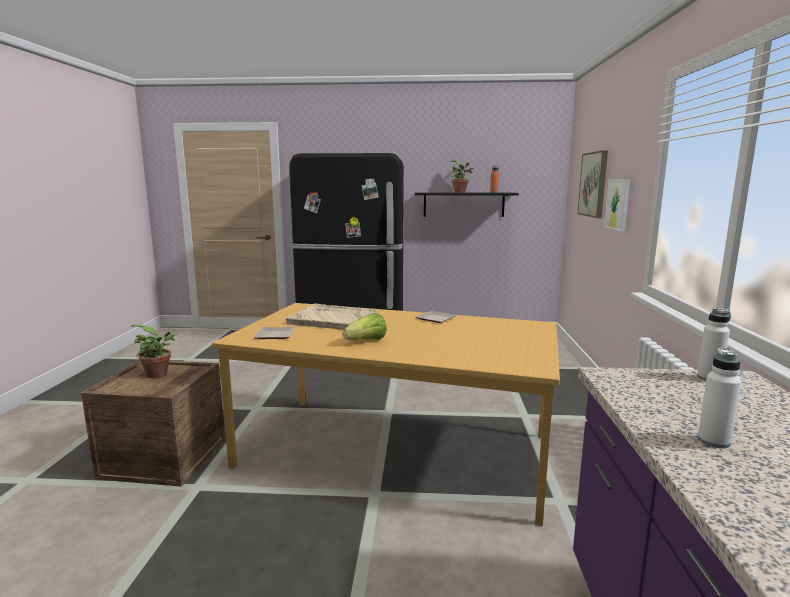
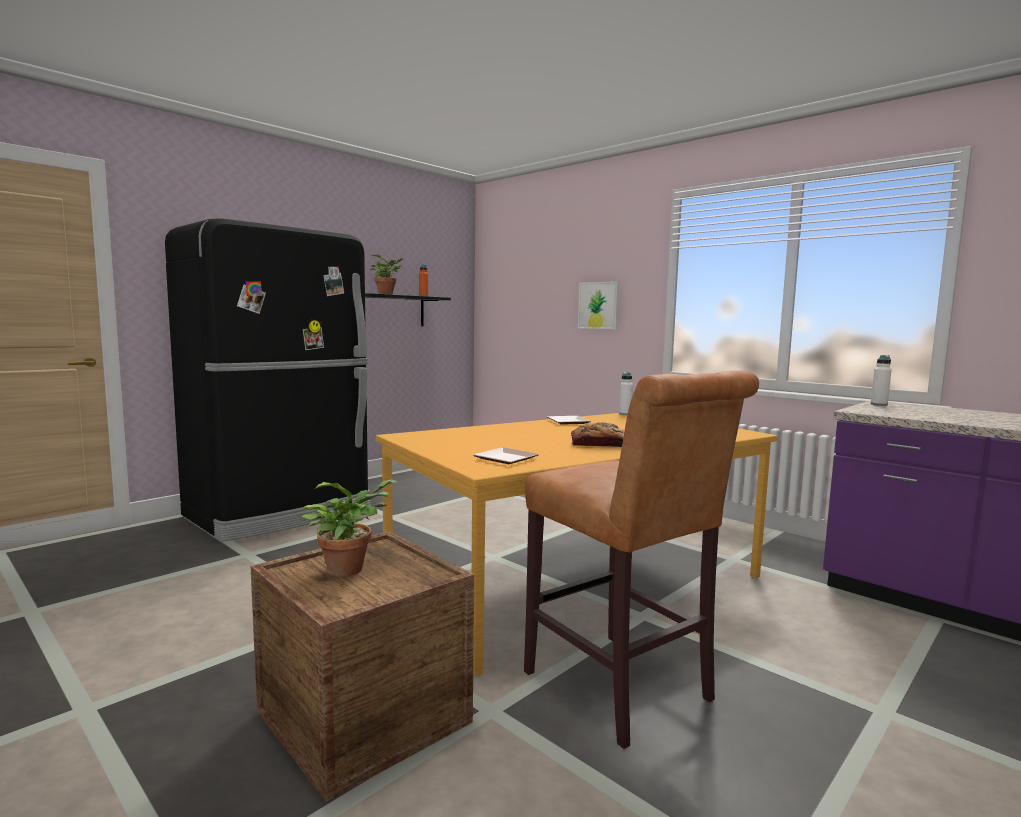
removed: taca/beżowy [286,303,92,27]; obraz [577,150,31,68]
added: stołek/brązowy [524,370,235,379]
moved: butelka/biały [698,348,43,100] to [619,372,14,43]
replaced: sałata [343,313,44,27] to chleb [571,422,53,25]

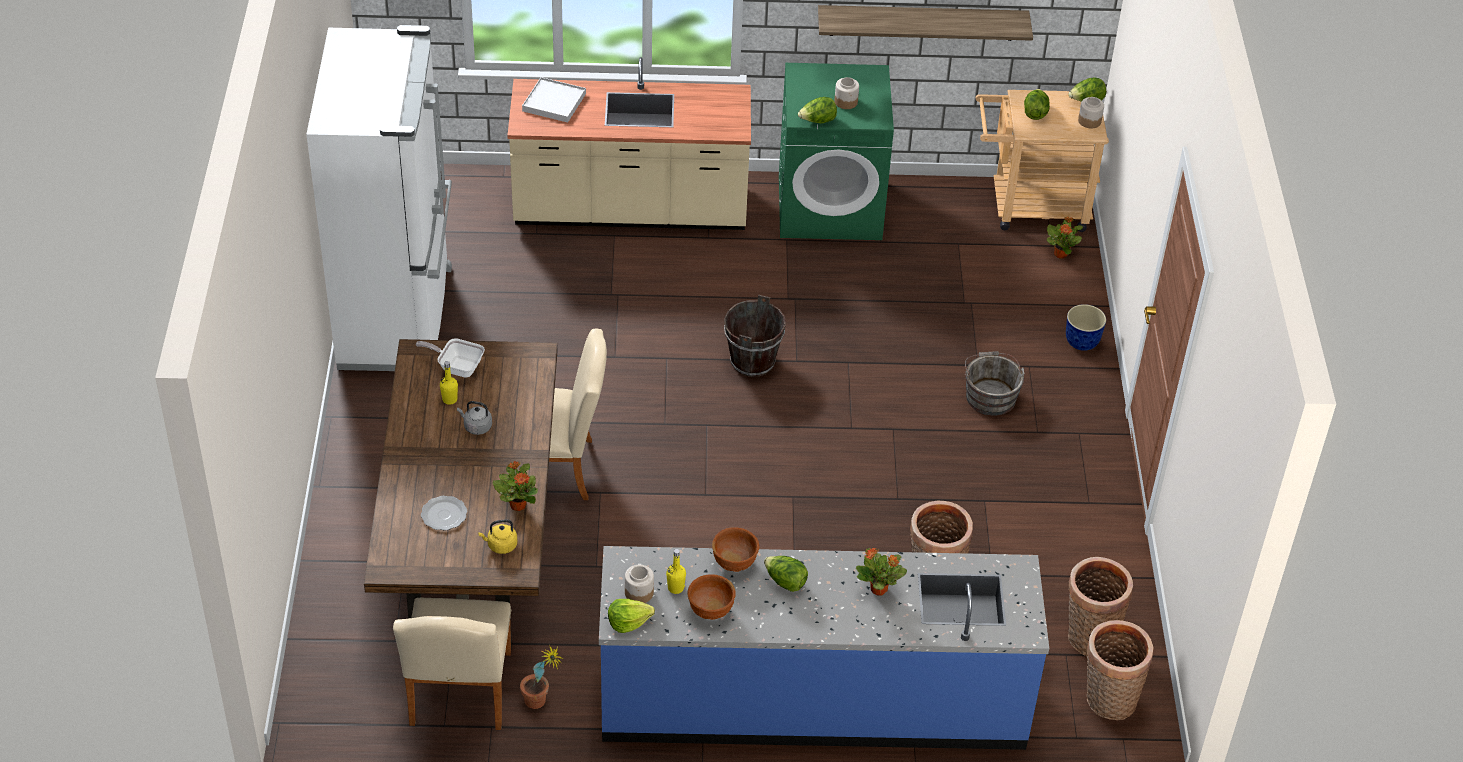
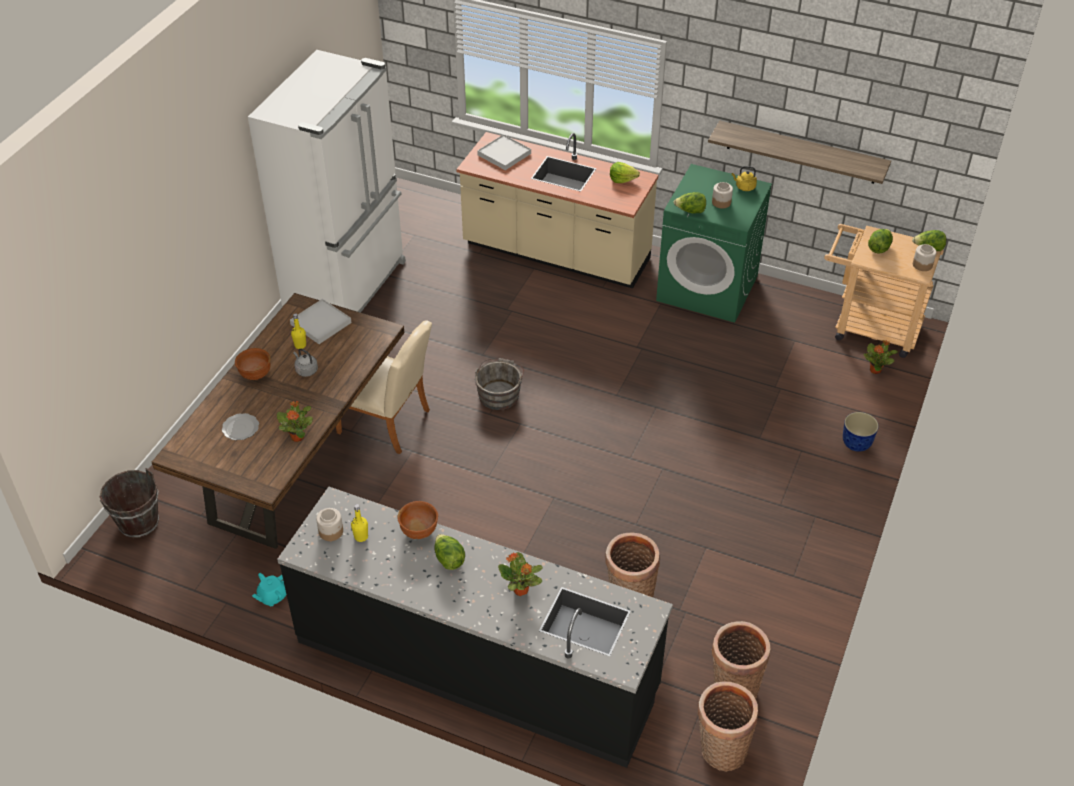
removed: krzesło/beżowy [393,598,118,132]
moved: czajnik/żółty [478,520,39,34] to [732,166,25,25]; sałata [608,599,47,34] to [610,162,30,21]; miska/brązowy [687,574,49,46] to [235,348,36,32]; wiadro/brązowy [724,295,62,82] to [100,468,59,70]; wiadro/szary [965,351,60,65] to [475,358,49,52]
replaced: patelnia [416,338,69,40] to taca/biały [290,299,62,45]; roślina doniczkowa [520,645,44,64] to imbryk/turkusowy [252,573,34,33]
recoloured: zabudowa kuchenna/niebieski [599,546,450,204] to zabudowa kuchenna/czarny [277,487,396,281]

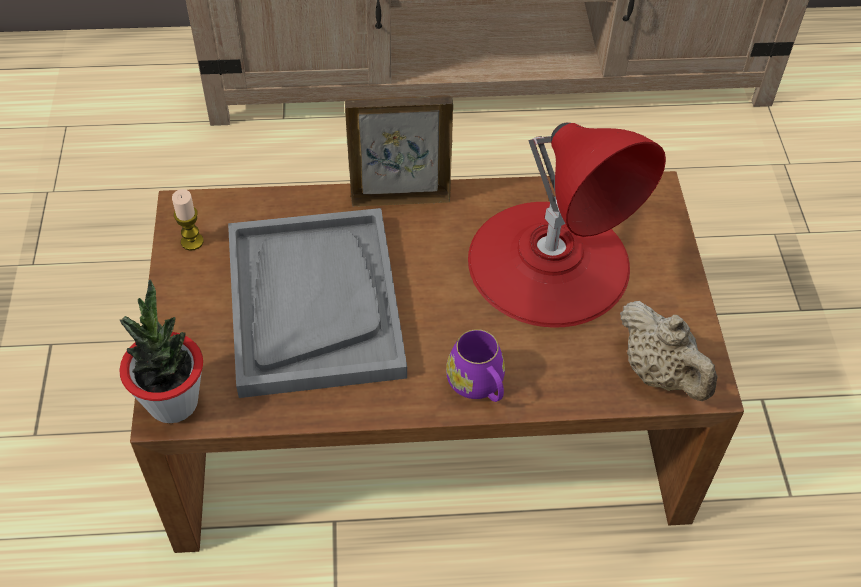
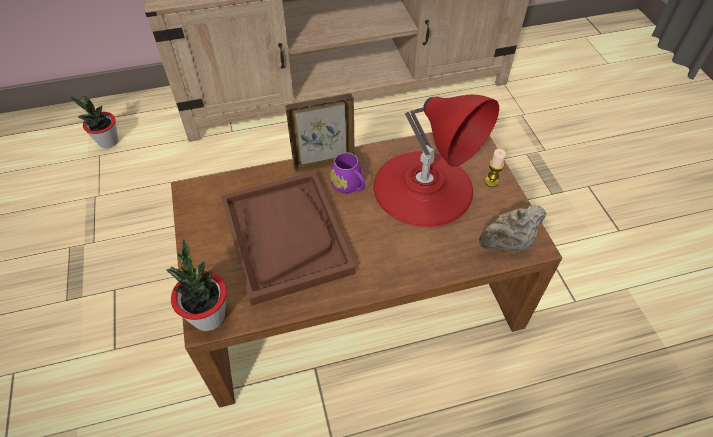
added: roślina doniczkowa [70,94,48,54]
moved: świeca [172,189,32,62] to [485,149,21,38]; kubek/fioletowy [446,329,59,73] to [330,153,35,40]
recoloured: taca/szary [228,208,179,190] to taca/brązowy [221,171,135,135]
turned: imbryk/beżowy [620,301,98,100] = [479,205,67,48] 105 degrees clockwise

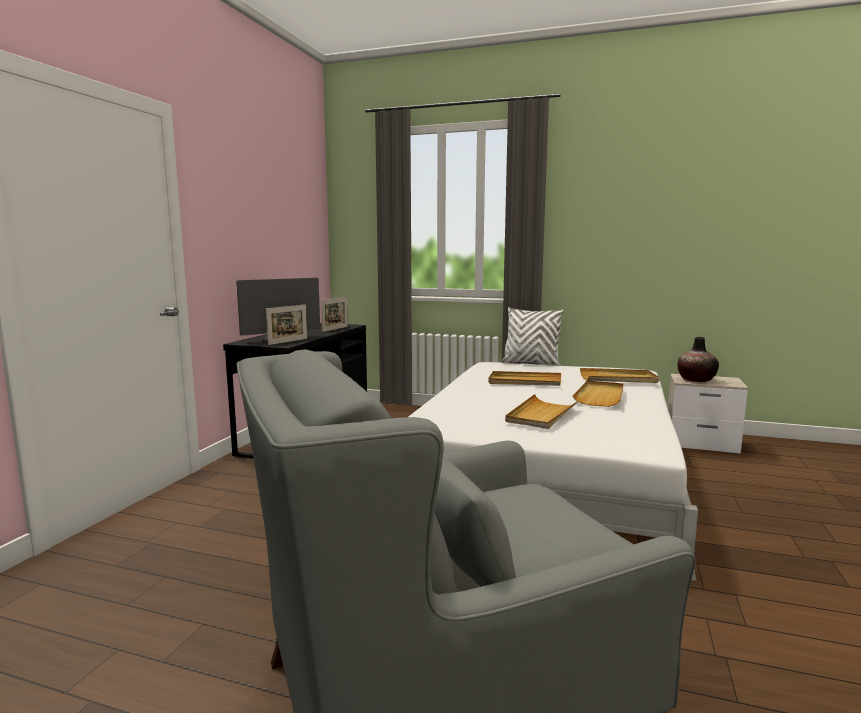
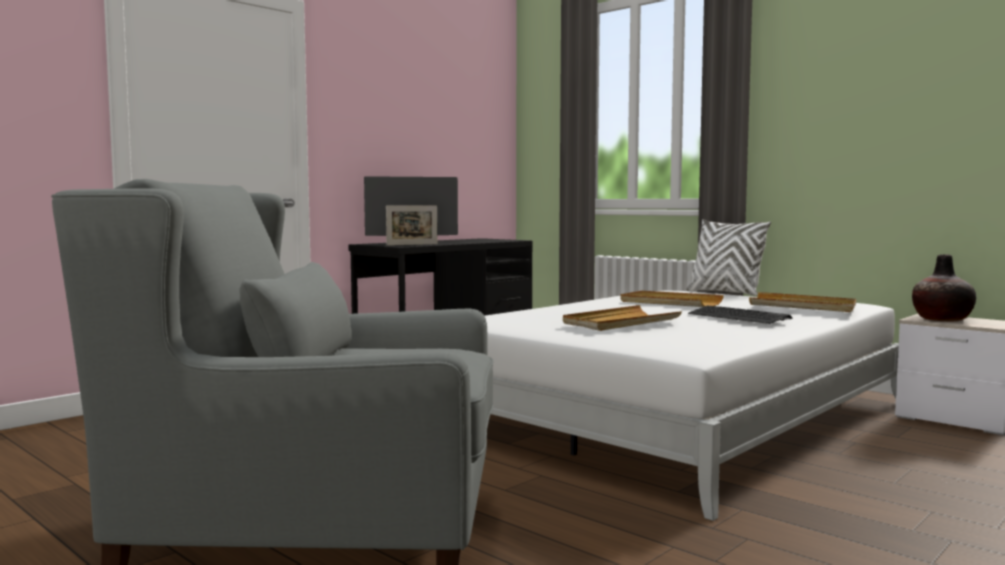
removed: ramka na zdjęcie [321,297,27,35]
replaced: taca/beżowy [573,380,50,27] to klawiatura [688,306,104,18]

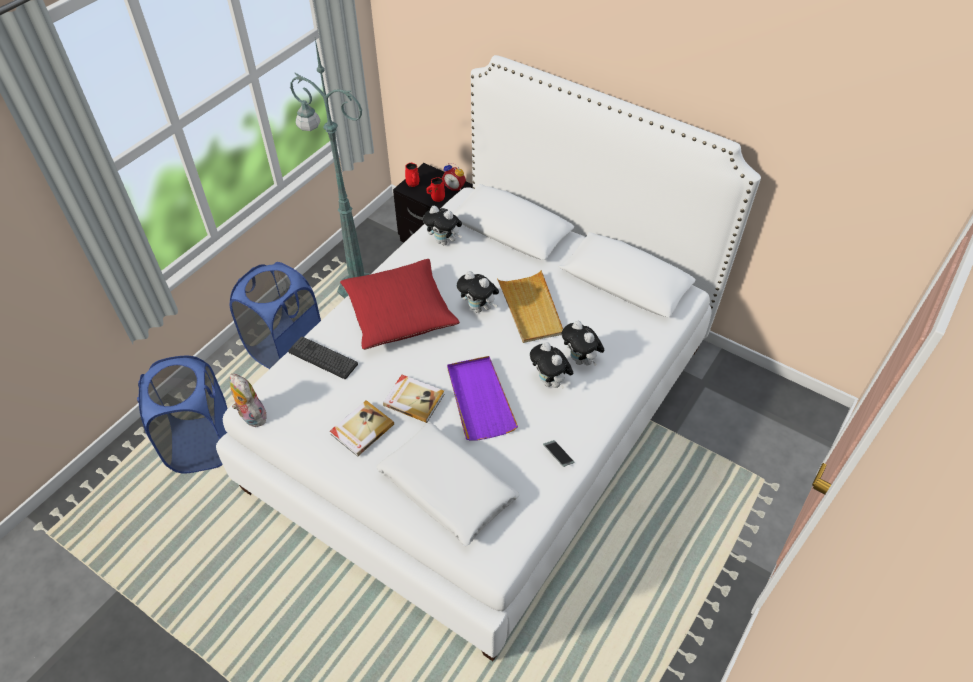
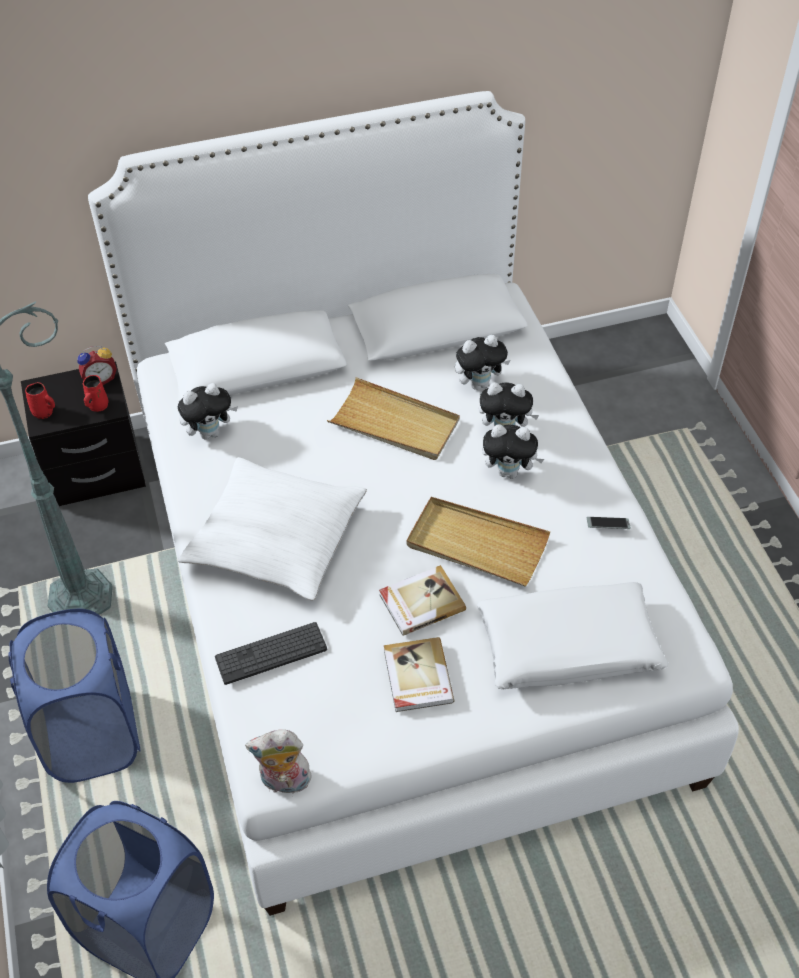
moved: pluszak [457,271,42,42] to [455,335,55,55]
recoloured: poduszka/czerwony [340,259,120,91] to poduszka/biały [178,457,189,144]; taca/fioletowy [447,356,71,84] to taca/beżowy [407,497,143,89]

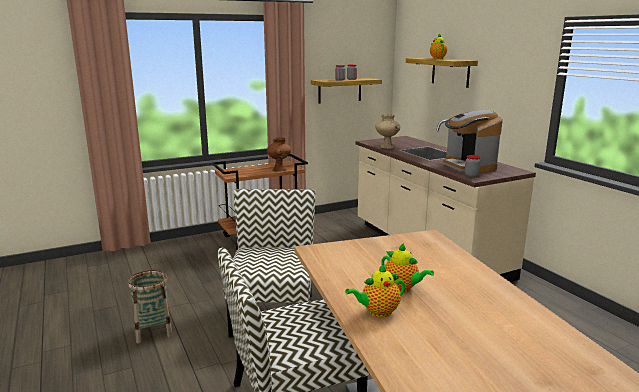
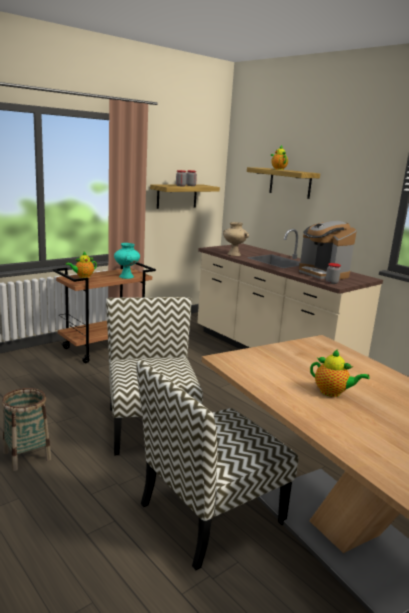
moved: imbryk [345,264,60,53] to [66,252,31,26]
recoloured: wazon/brązowy [267,137,24,35] to wazon/turkusowy [114,243,26,36]

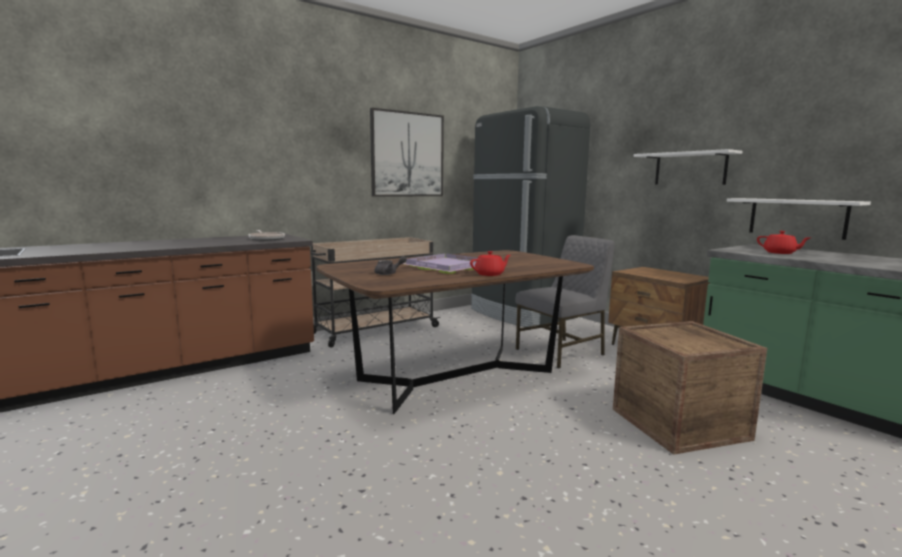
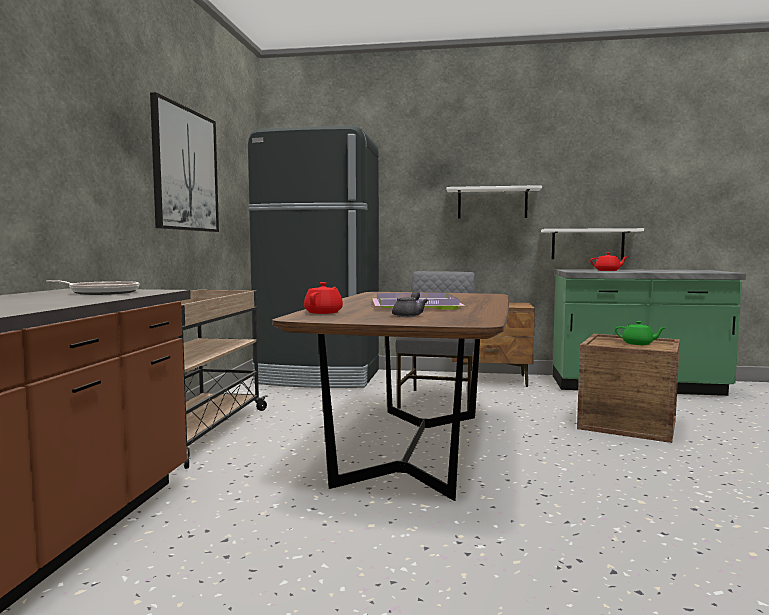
added: imbryk/zielony [615,321,50,24]
moved: imbryk/czerwony [470,251,41,25] to [304,282,39,32]

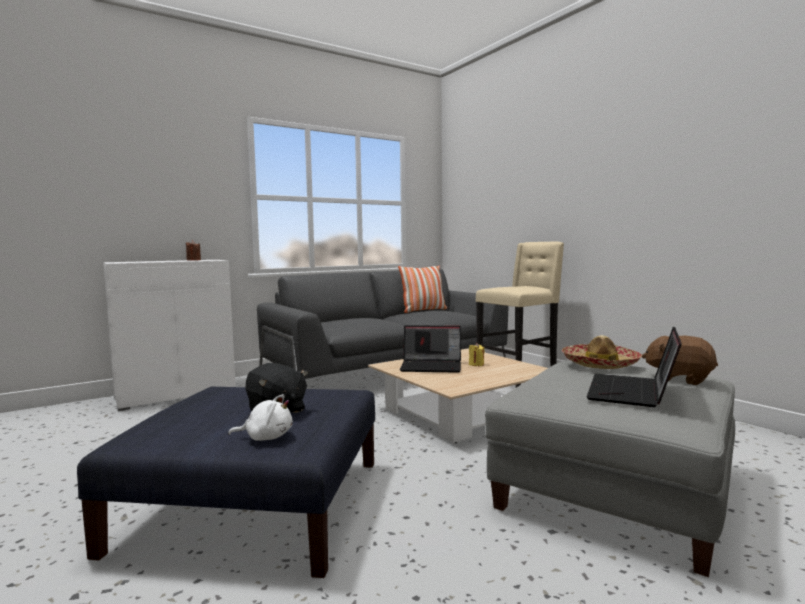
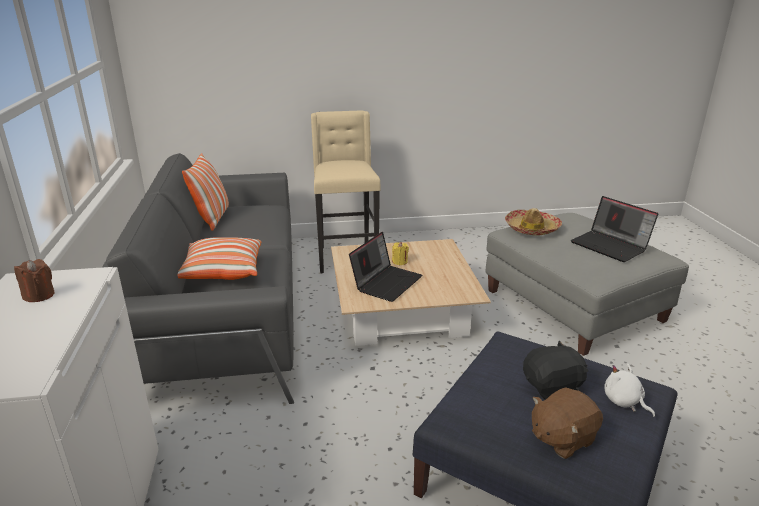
added: poduszka [178,237,83,43]
moved: pluszak/brązowy [642,336,76,49] to [532,387,71,72]
turned: pluszak/biały [228,394,65,47] = [604,364,51,53] 60 degrees counterclockwise

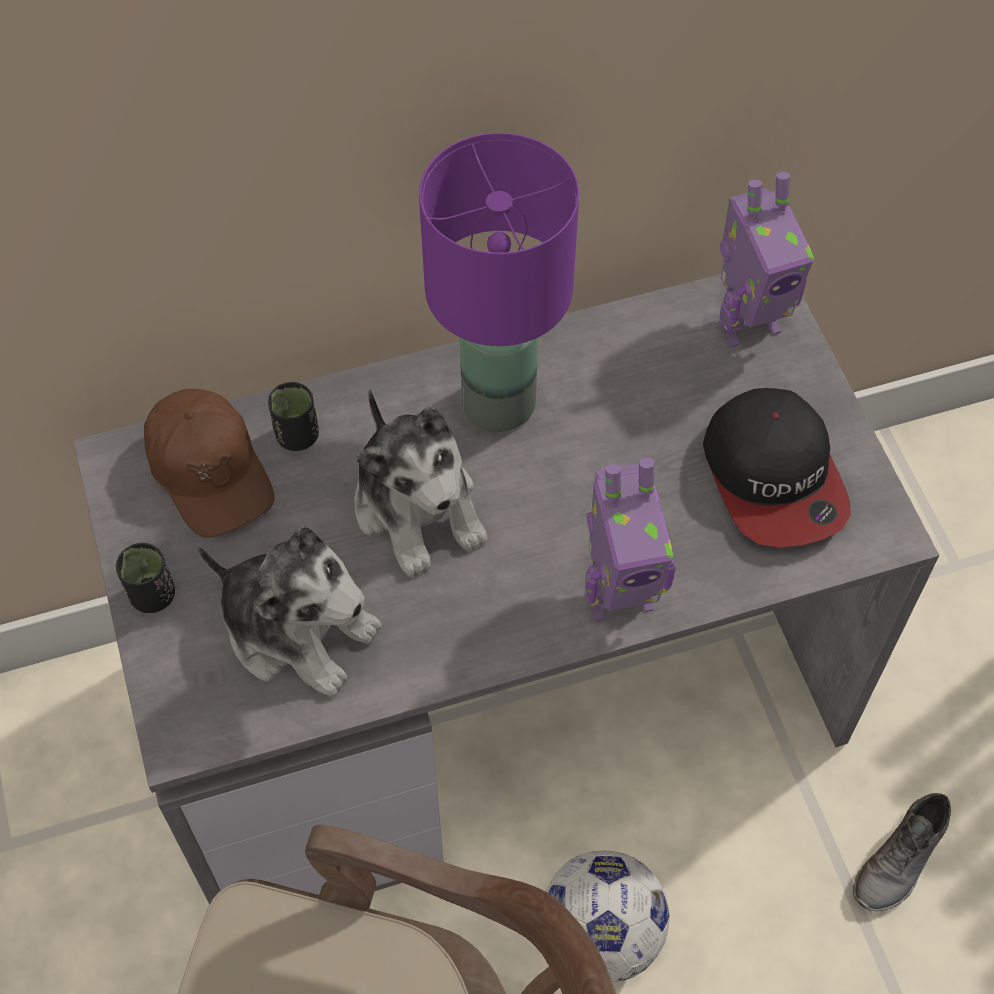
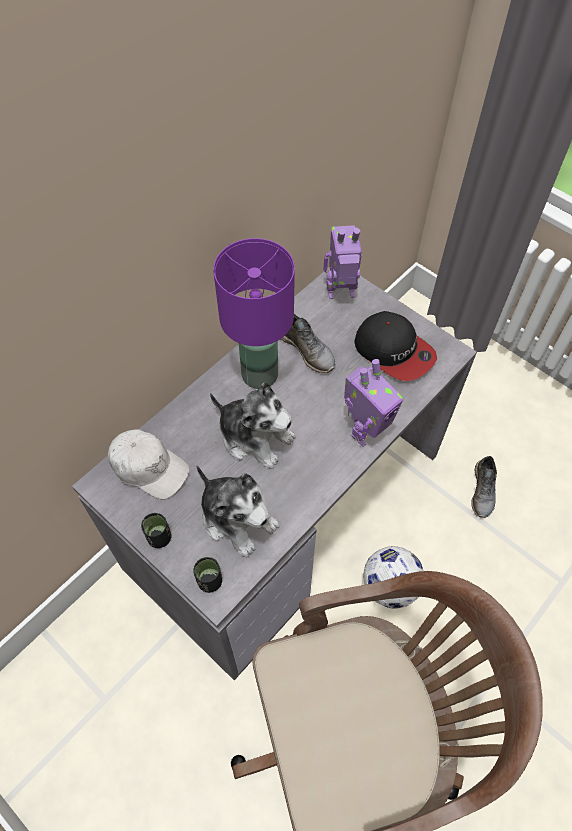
added: but/szary [281,314,55,59]
moved: filiżanka/czarny [268,382,51,69] to [193,557,29,36]
recoloured: czapka z daszkiem/brązowy [144,389,130,149] to czapka z daszkiem/biały [108,429,82,70]
turned: pluszak [197,526,185,171] = [196,465,84,93] 45 degrees clockwise; robot zabawkowy [719,172,95,175] = [324,225,38,74] 135 degrees counterclockwise

